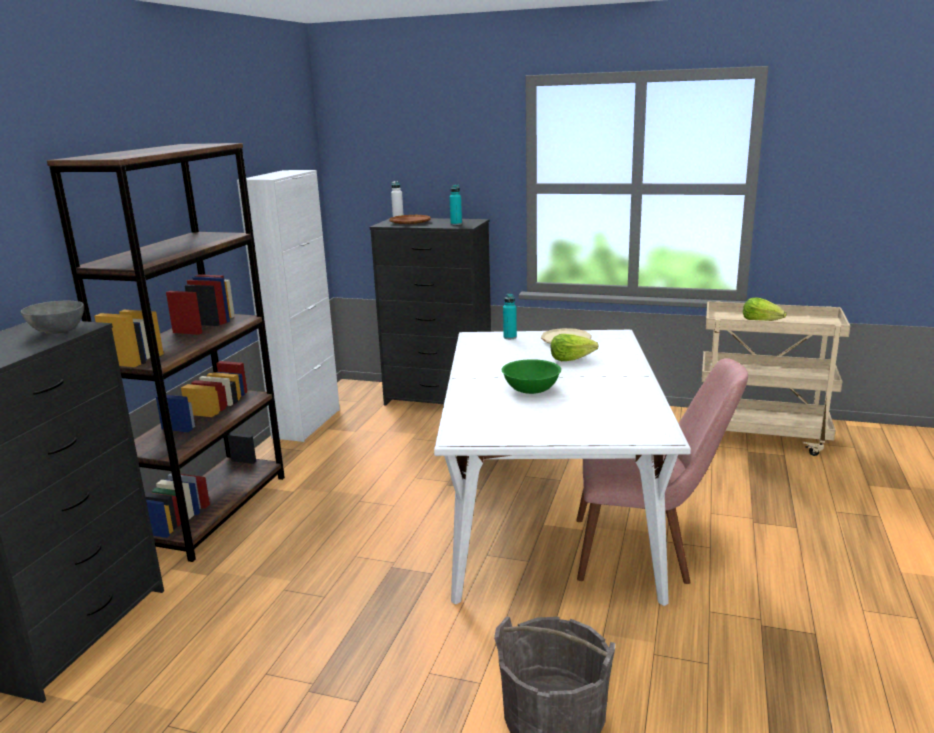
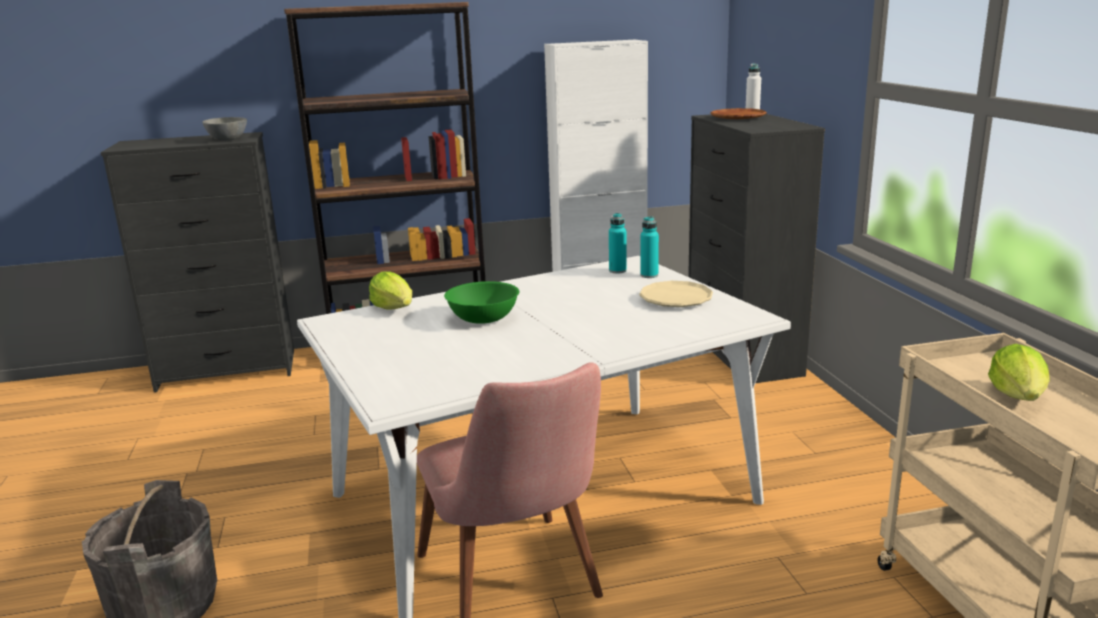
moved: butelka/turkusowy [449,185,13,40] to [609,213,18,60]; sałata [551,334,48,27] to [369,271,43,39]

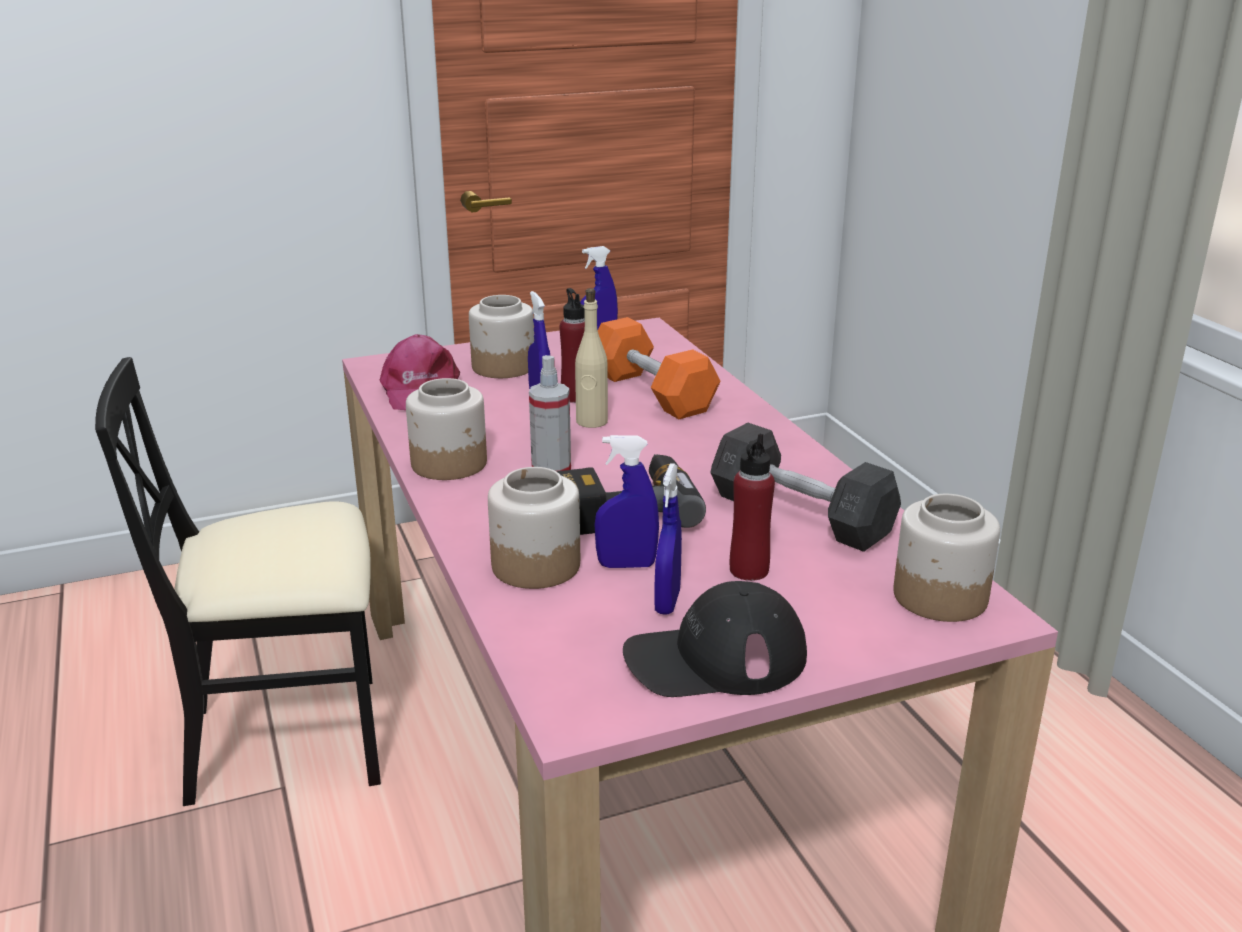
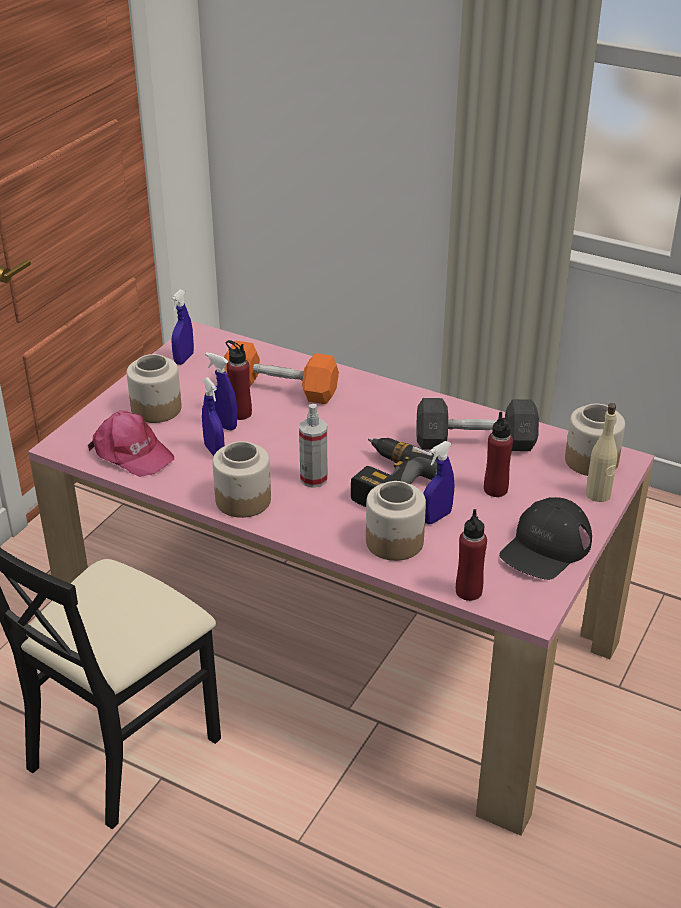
added: butelka/czerwony [456,509,31,92]
moved: butelka/beżowy [575,288,33,140] to [586,403,32,99]; spryskiwacz/niebieski [655,463,27,151] to [202,377,23,79]

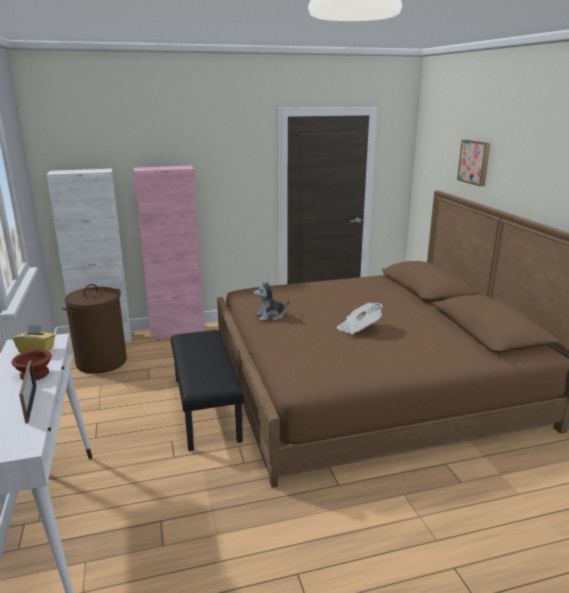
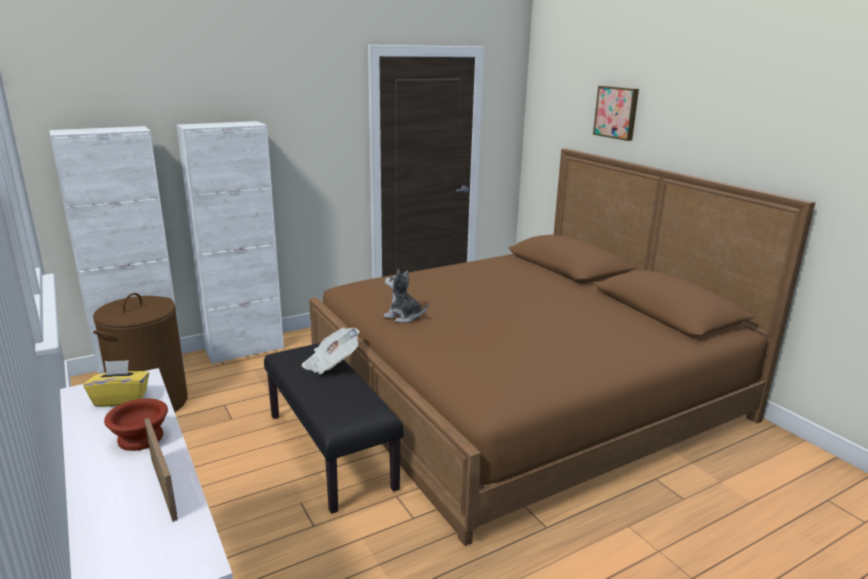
moved: gazeta [337,302,46,33] to [302,328,58,46]
recoloured: szafka/różowy [134,166,70,174] to szafka/biały [177,121,107,244]
turned: pluszak [254,282,35,39] = [384,269,44,54] 60 degrees clockwise

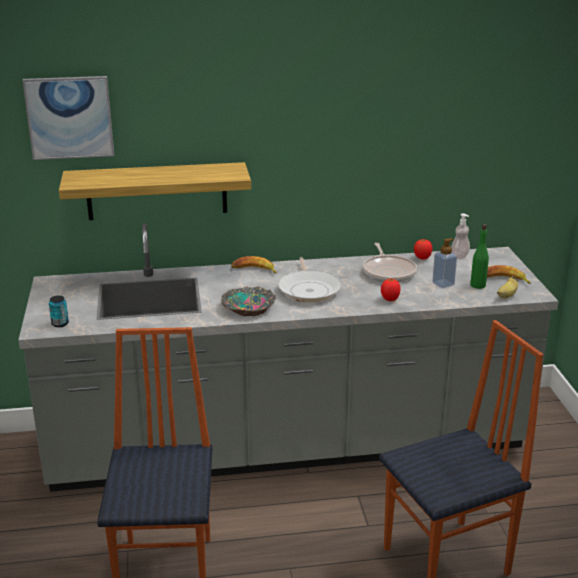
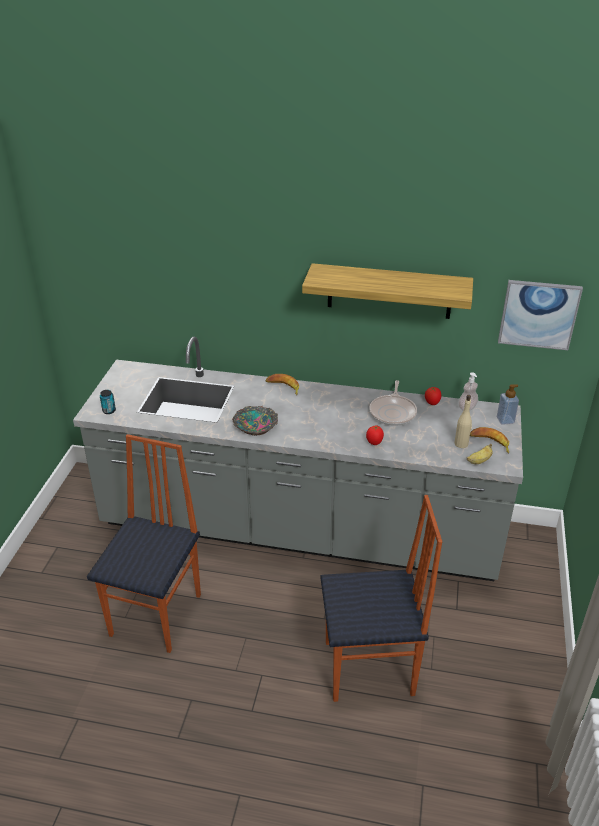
removed: patelnia [278,257,64,45]
moved: obraz [22,76,92,84] to [498,280,85,70]; półka [59,162,192,58] to [302,263,171,56]; dozownik mydła [432,238,25,50] to [497,384,22,41]
recoloured: butelka/zielony [470,224,19,65] to butelka/beżowy [455,395,17,53]

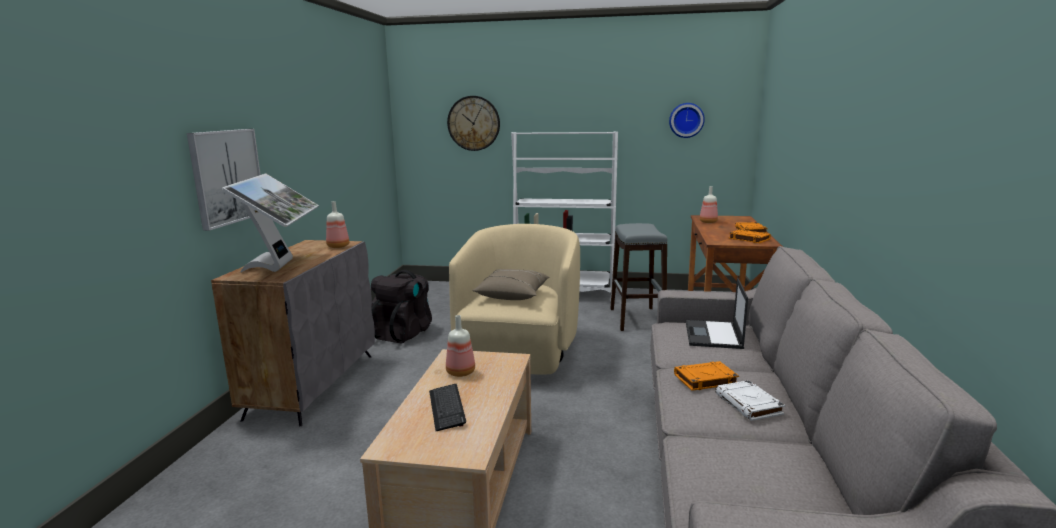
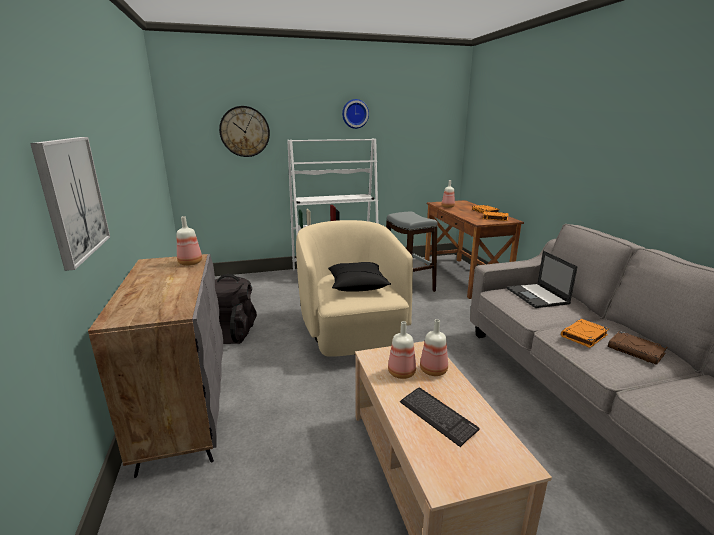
removed: monitor [222,173,97,100]
added: butelka [420,319,28,57]
moved: zegar ścienny [669,103,36,35] to [342,99,27,30]
recoloured: poduszka/beżowy [472,269,77,31] to poduszka/czarny [328,262,63,30]; książka/biały [715,380,70,41] to książka/brązowy [608,331,59,34]

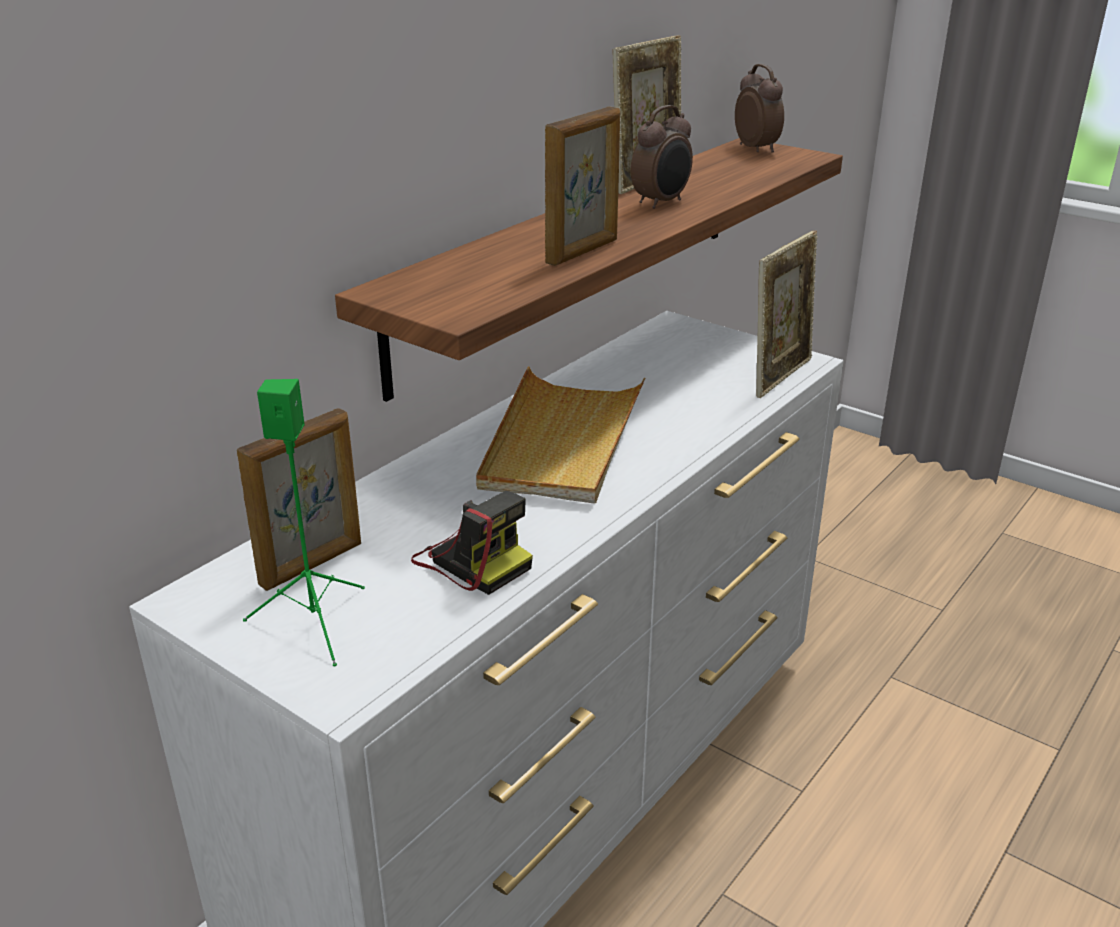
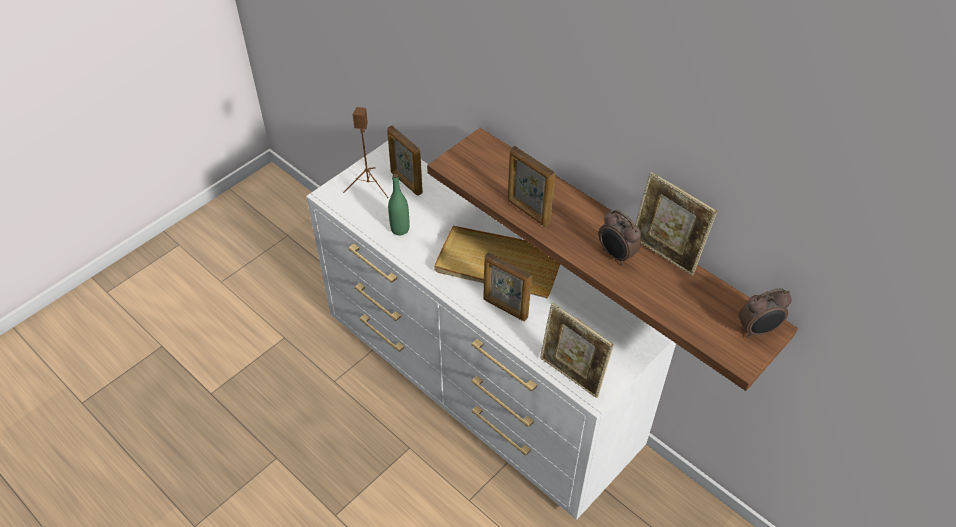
added: ramka na zdjęcie [484,253,48,68]
replaced: aparat fotograficzny [411,491,122,104] to butelka/zielony [388,174,22,61]
recoloured: głośnik/zielony [243,379,122,287] to głośnik/brązowy [343,107,45,91]

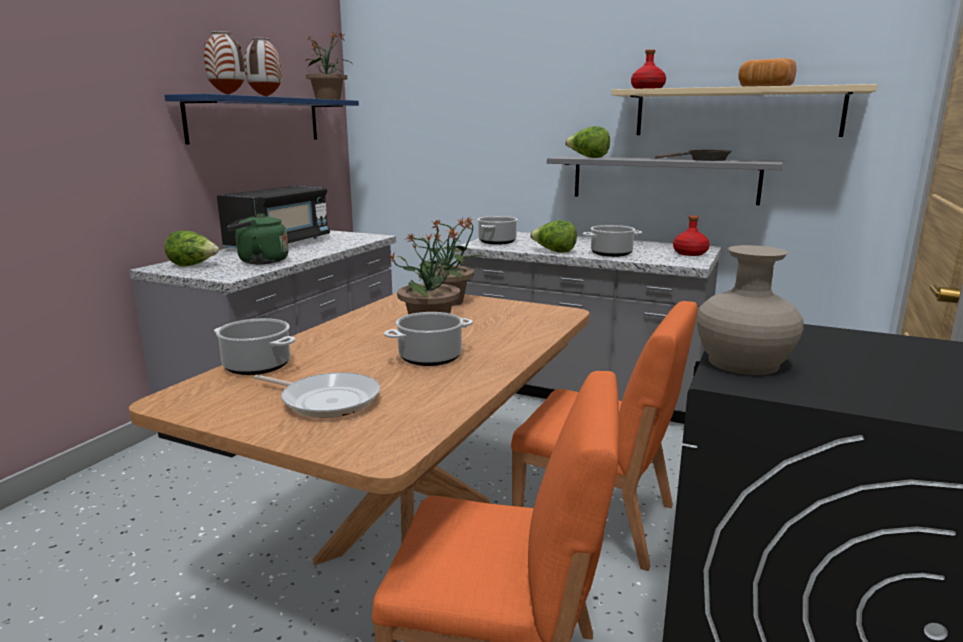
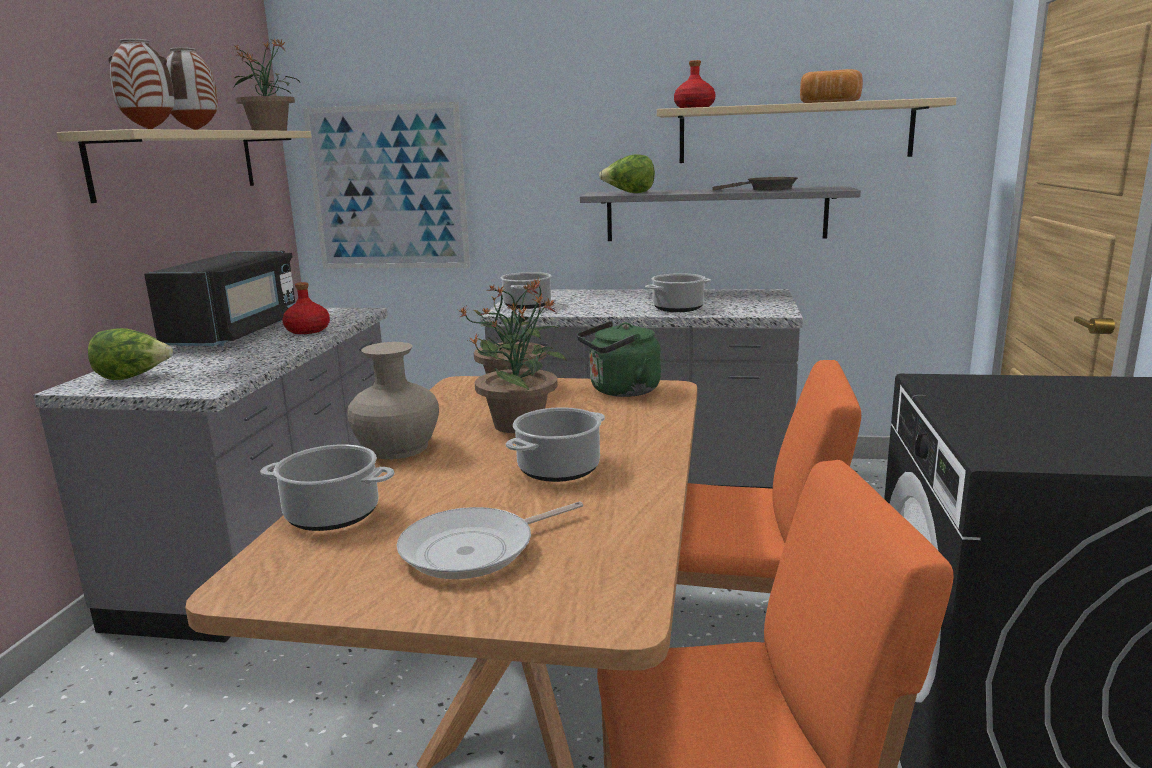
removed: sałata [530,220,47,32]
added: obraz [303,102,167,167]
moved: czajnik/zielony [227,213,62,51] to [577,321,84,76]; butelka/czerwony [673,216,37,40] to [282,282,48,52]; wazon/beżowy [696,245,108,130] to [347,342,92,117]
recoloured: półka/niebieski [164,94,195,51] to półka/beżowy [57,129,254,74]
turned: patelnia [254,372,126,46] = [397,501,186,78] 135 degrees clockwise

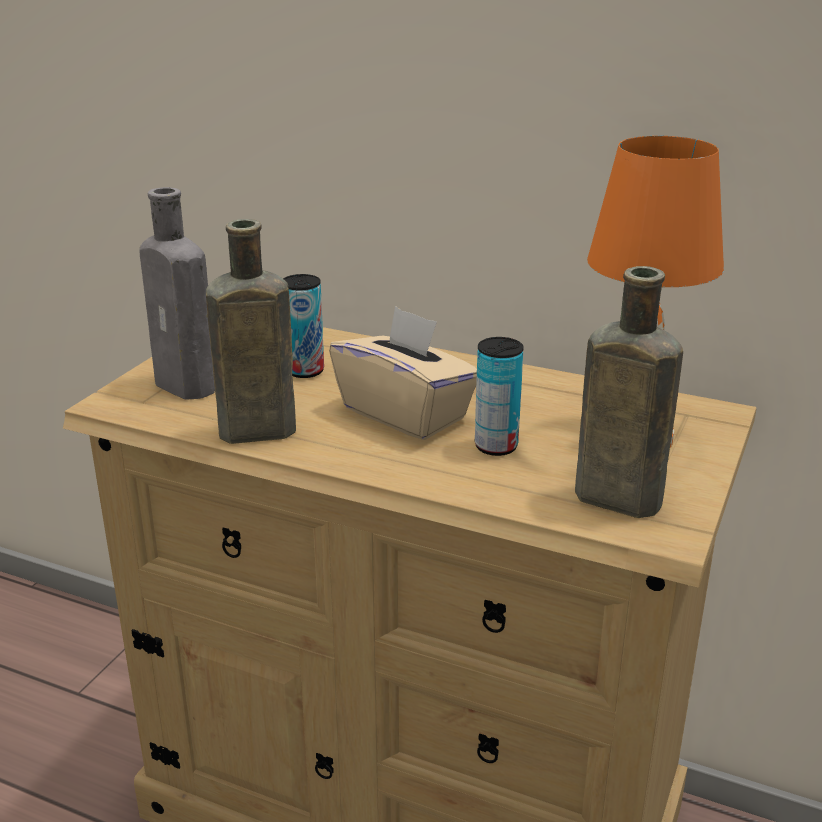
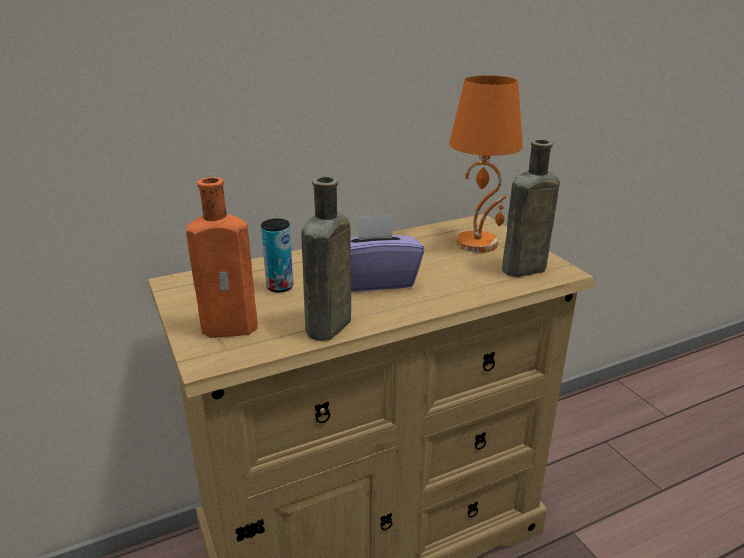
removed: puszka [475,337,49,119]
recoloured: butelka/szary [140,187,75,213] to butelka/pomarańczowy [186,177,72,161]; pudełko chusteczek/beżowy [329,306,148,134] to pudełko chusteczek/fioletowy [350,214,74,78]

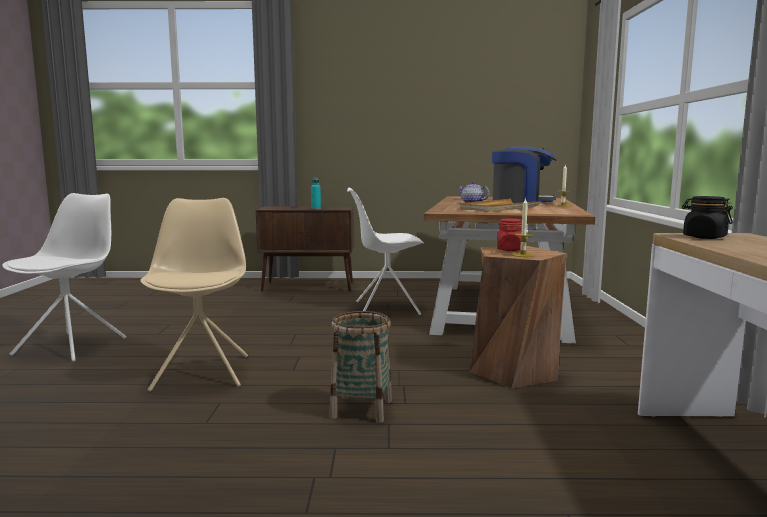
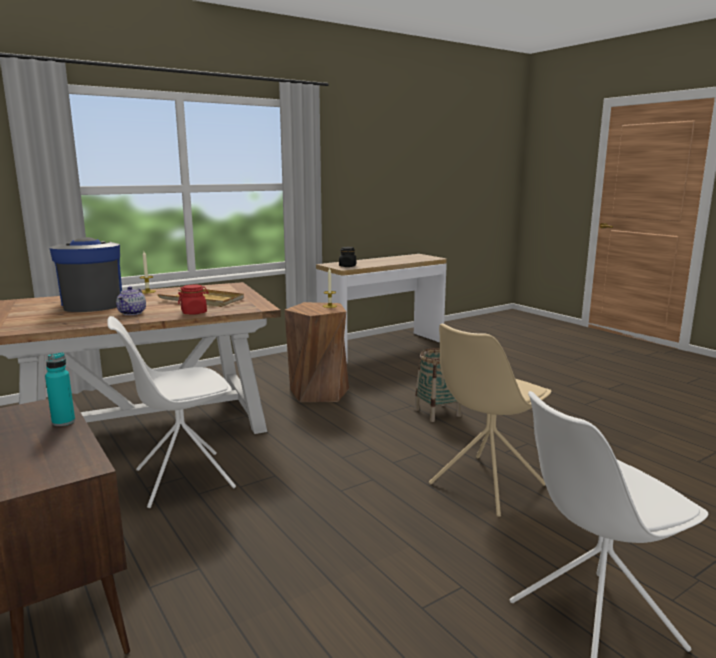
moved: słoik/czerwony [497,219,25,32] to [178,285,31,30]
turned: krzesło/biały [347,188,77,127] = [107,316,129,192] 105 degrees clockwise

